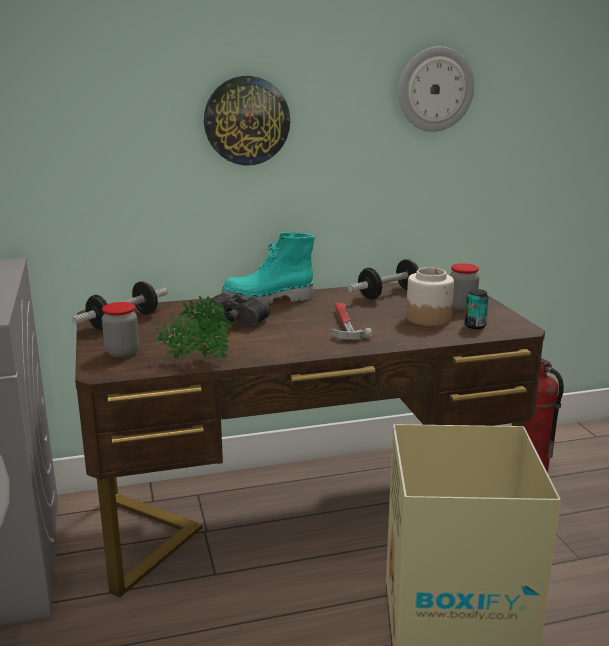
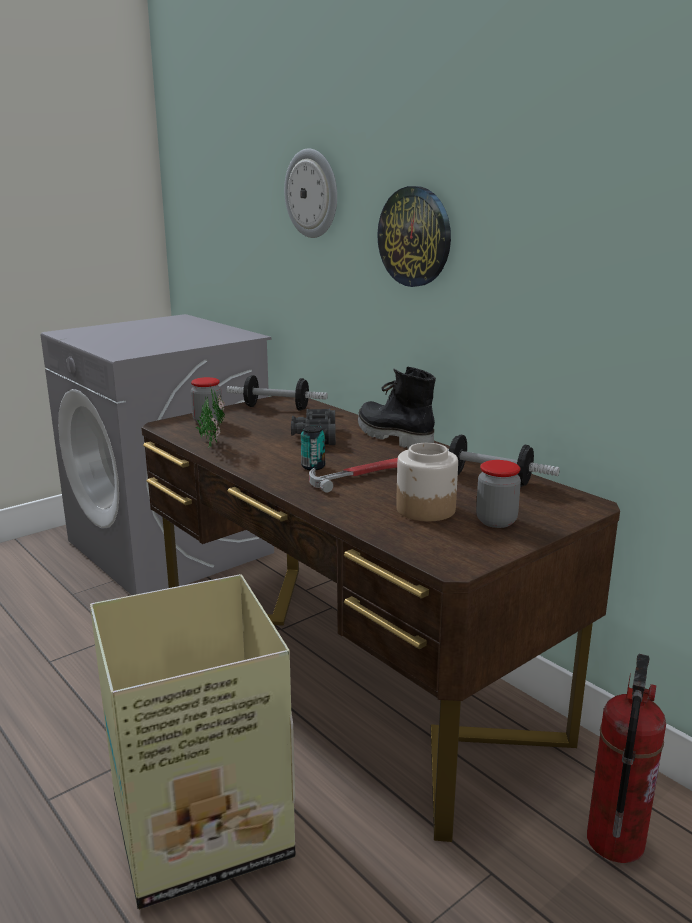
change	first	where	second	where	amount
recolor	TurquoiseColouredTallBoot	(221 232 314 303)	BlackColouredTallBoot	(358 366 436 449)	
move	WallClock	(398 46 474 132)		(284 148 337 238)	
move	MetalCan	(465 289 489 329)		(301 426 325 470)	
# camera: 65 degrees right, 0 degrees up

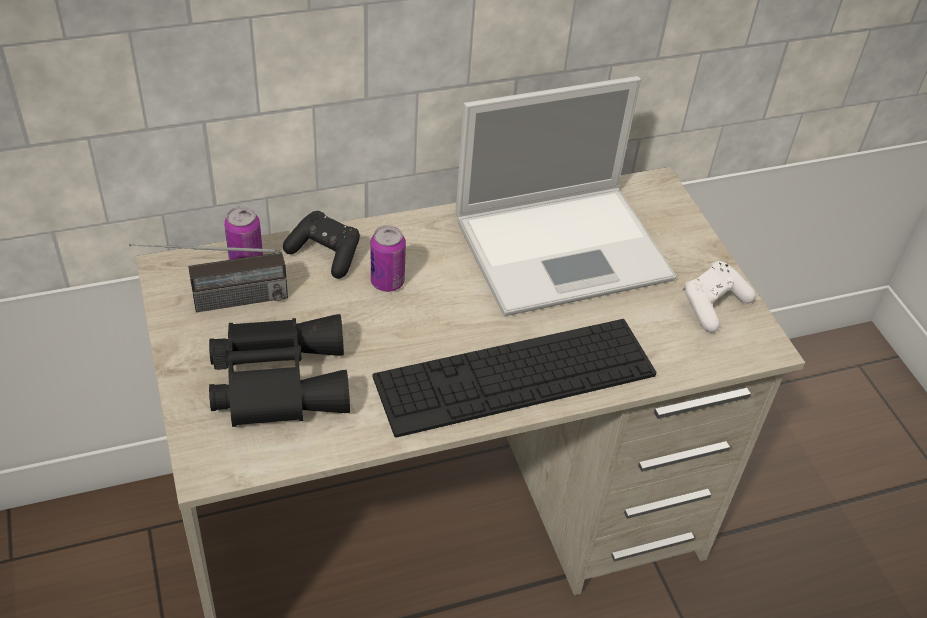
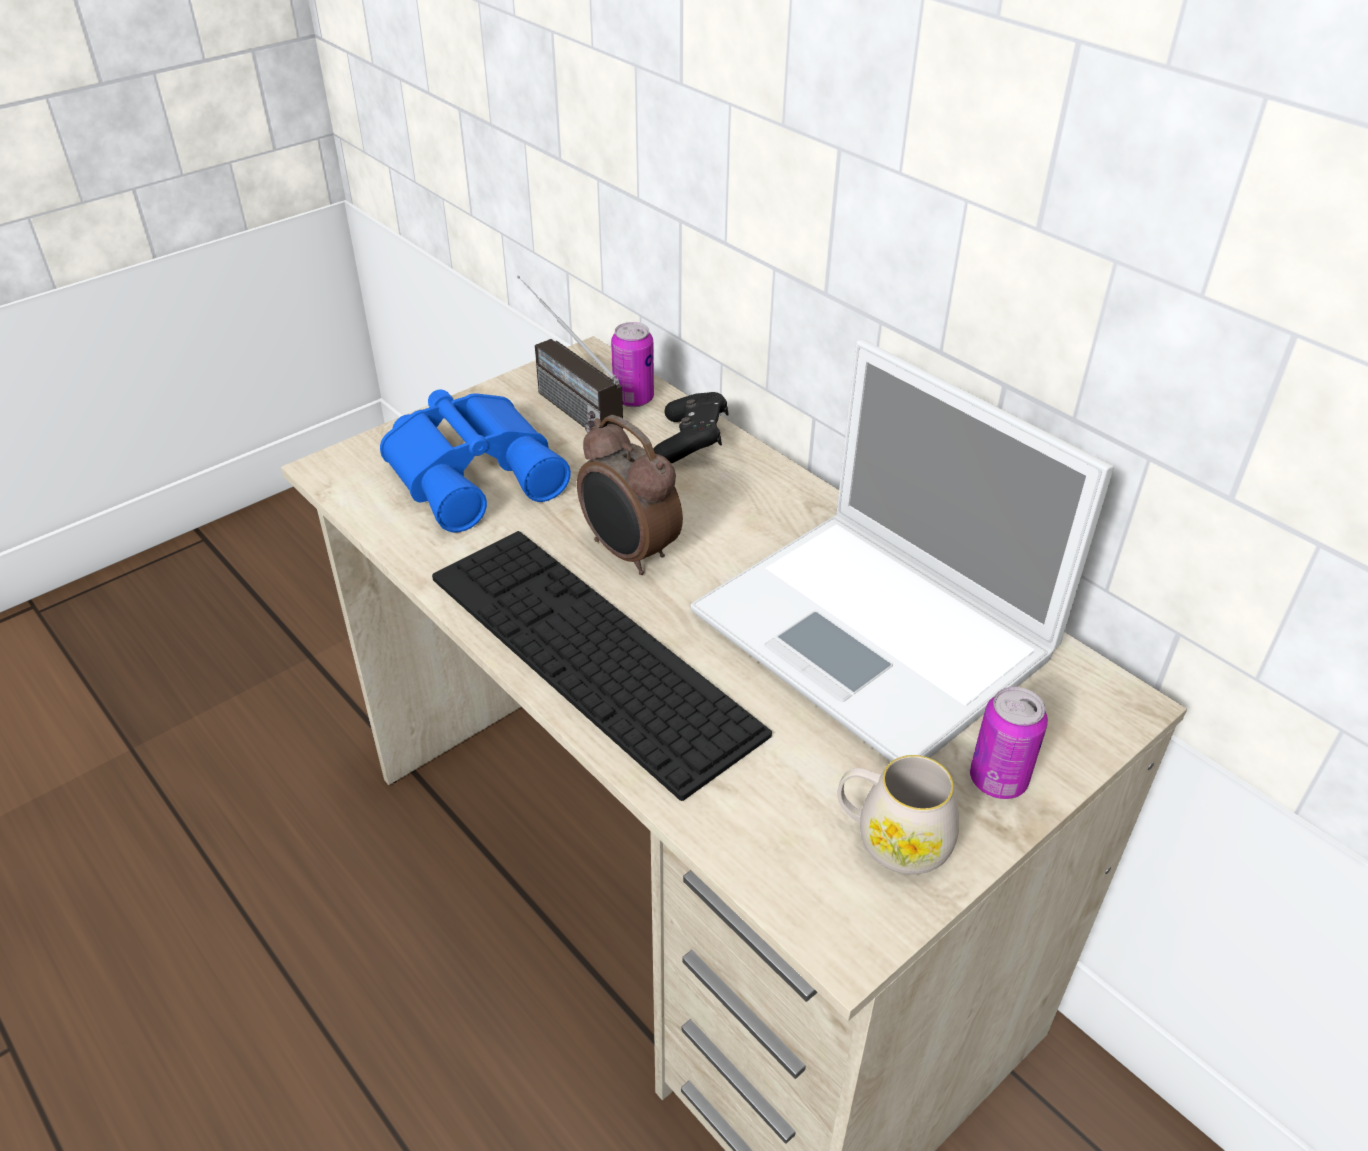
change	first	where	second	where	amount
recolor	BlackColouredBinoculars	(209 314 350 427)	BlueBinoculars	(380 389 571 532)	
move	MetalCan	(371 225 406 292)		(970 687 1048 799)	
replace	WhiteGameController	(682 261 756 332)	WhiteTeaMug	(837 755 959 875)	
insert			BedsideClock	(577 415 683 575)	
# camera: 70 degrees right, 5 degrees down

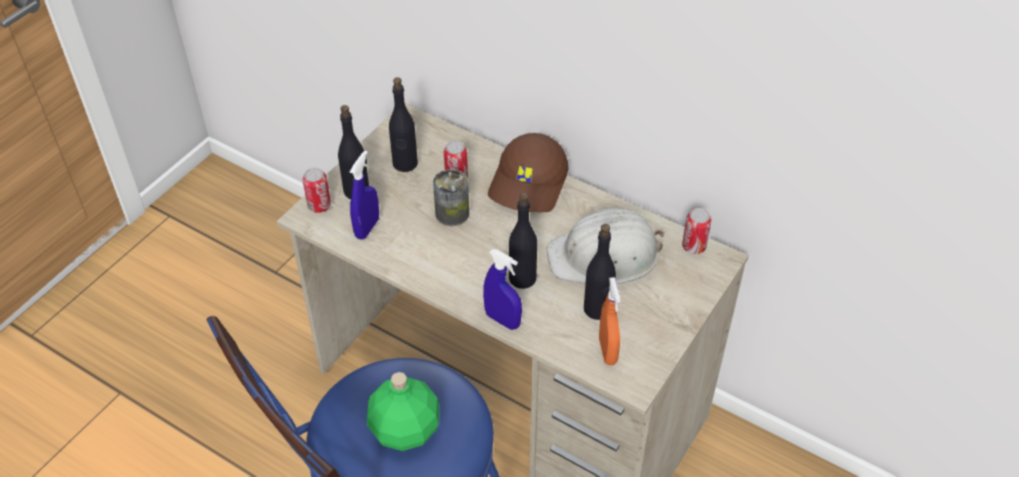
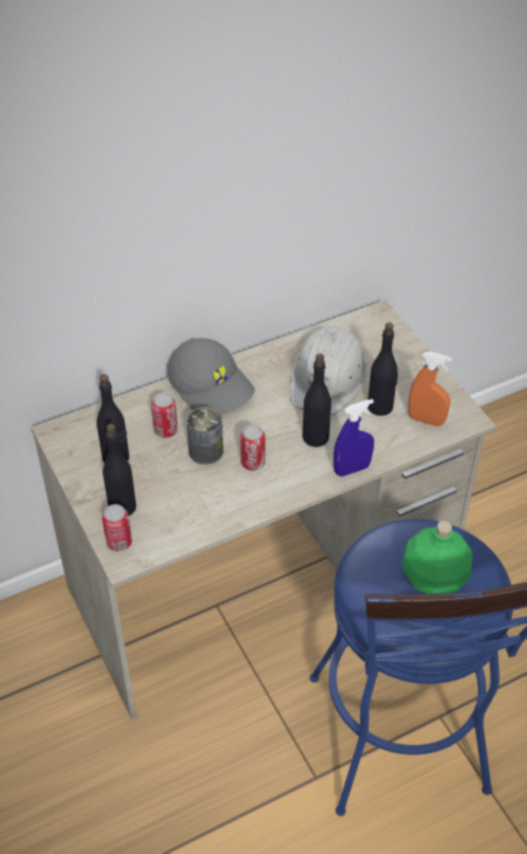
change	first	where	second	where	amount
delete	BlueSprayBottle	(350 150 379 239)			
recolor	BrownishBaseballCap	(488 133 568 212)	GreyBaseballCap	(168 338 255 415)	
move	MetalCan	(682 208 712 254)		(240 425 265 471)	
# camera: 60 degrees left, 0 degrees up

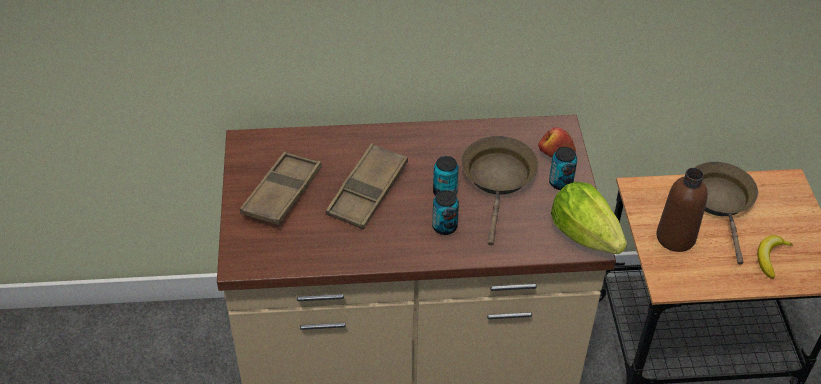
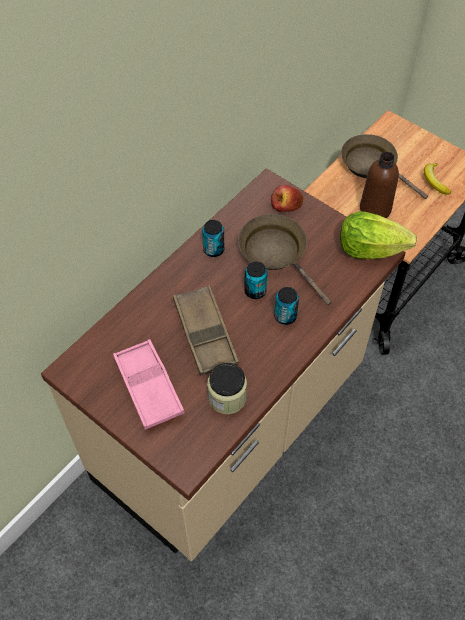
change	first	where	second	where	amount
recolor	BrownishTray	(240 152 322 225)	PinkTray	(113 339 185 430)	
move	MetalCan	(549 147 577 190)		(202 220 224 257)	
insert			Jar	(207 363 247 414)	
# camera: 45 degrees left, 10 degrees up

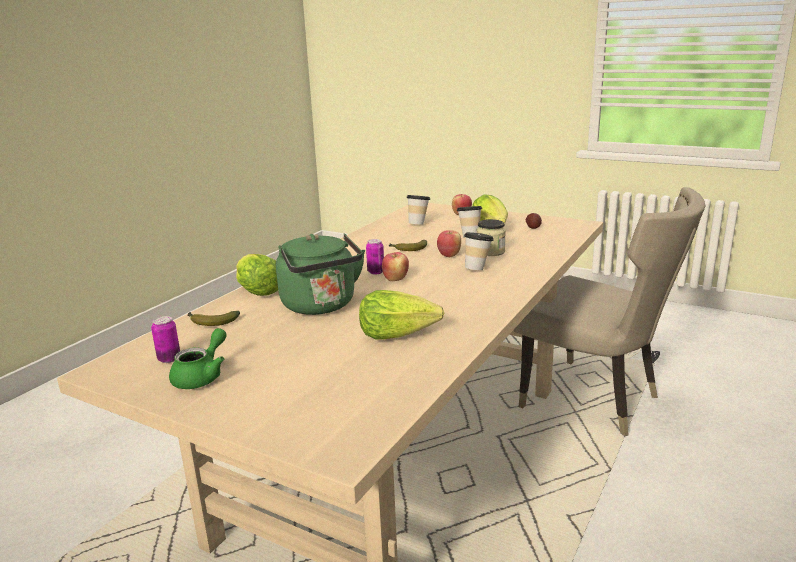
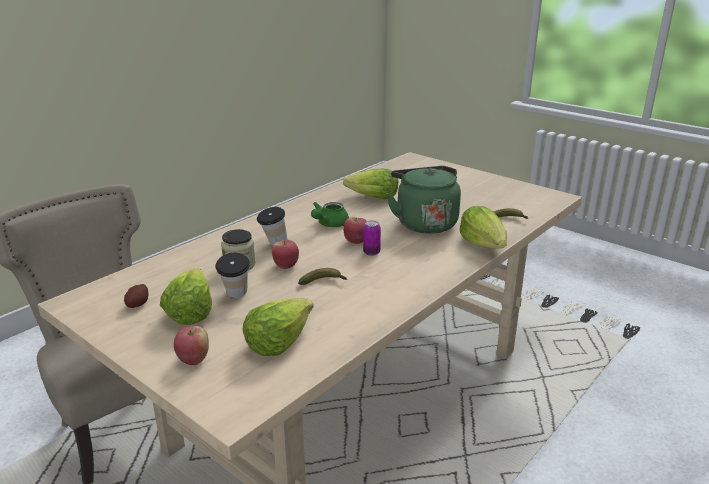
change	first	where	second	where	amount
delete	MetalCan	(151 316 180 363)			
move	GreenPotForTea	(169 328 227 389)		(311 202 349 227)	
replace	DrinkingCup	(407 195 430 225)	HeadOfLettuce	(243 298 313 356)	
# camera: 170 degrees left, 5 degrees up

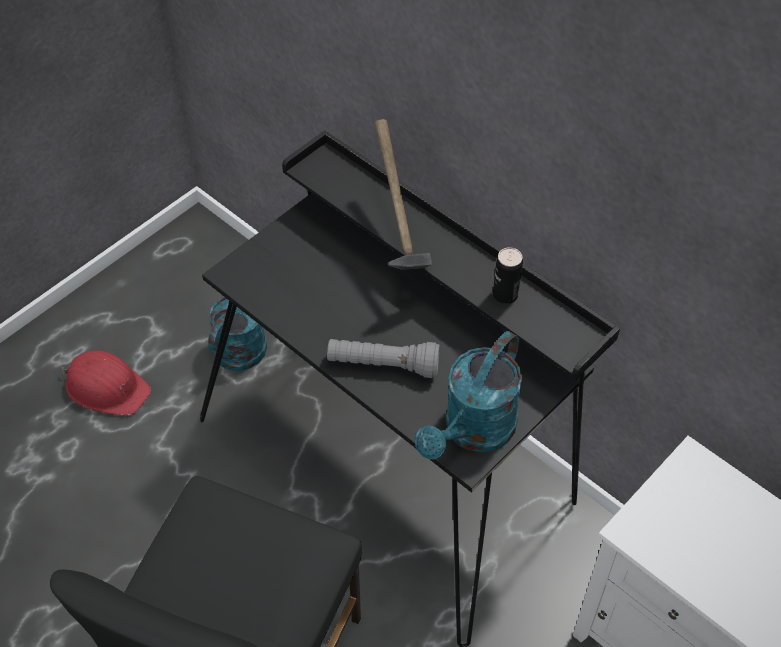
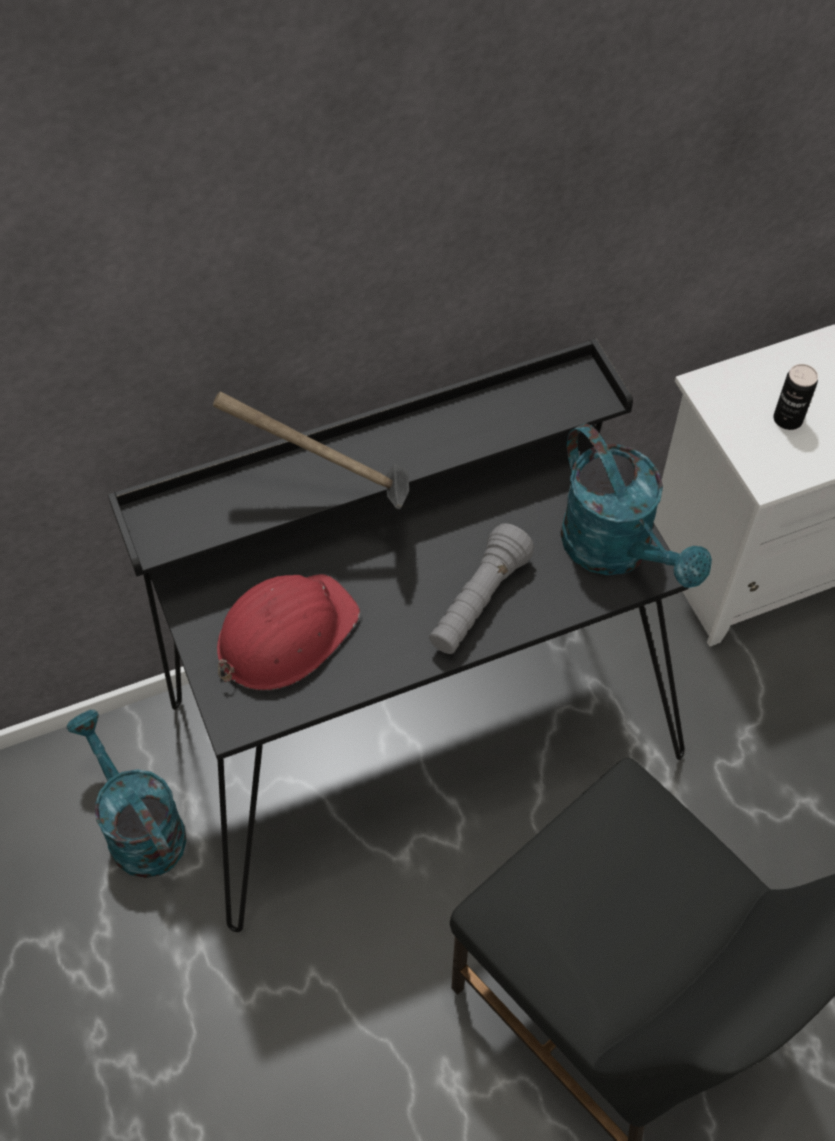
change	first	where	second	where	amount
move	ReddishHardHat	(62 350 151 416)		(217 574 360 690)	
move	MetalCan	(493 247 523 304)		(773 364 818 430)	
# camera: 65 degrees left, 5 degrees up

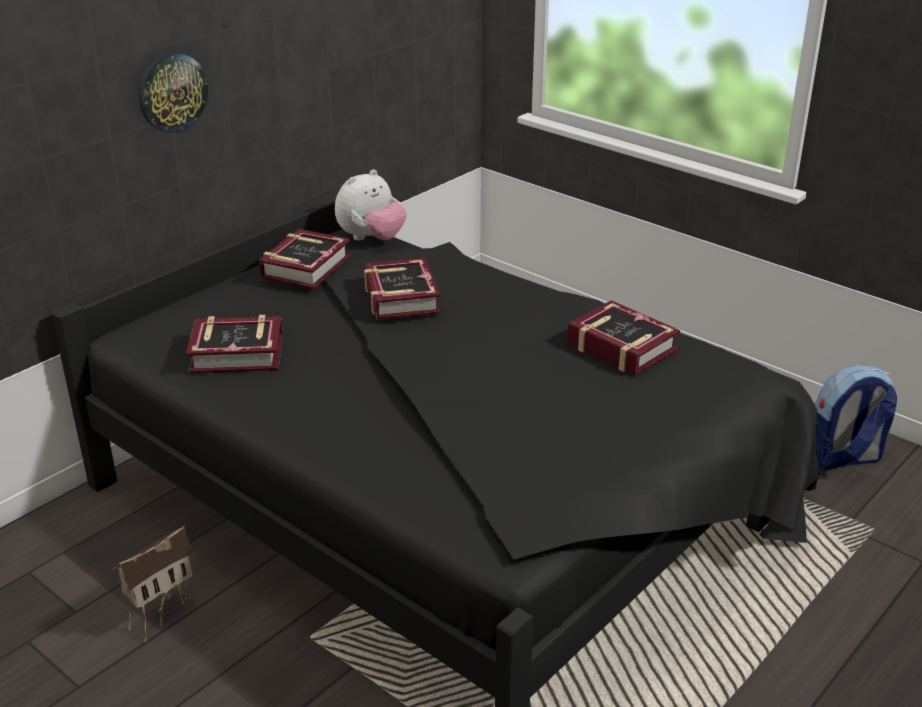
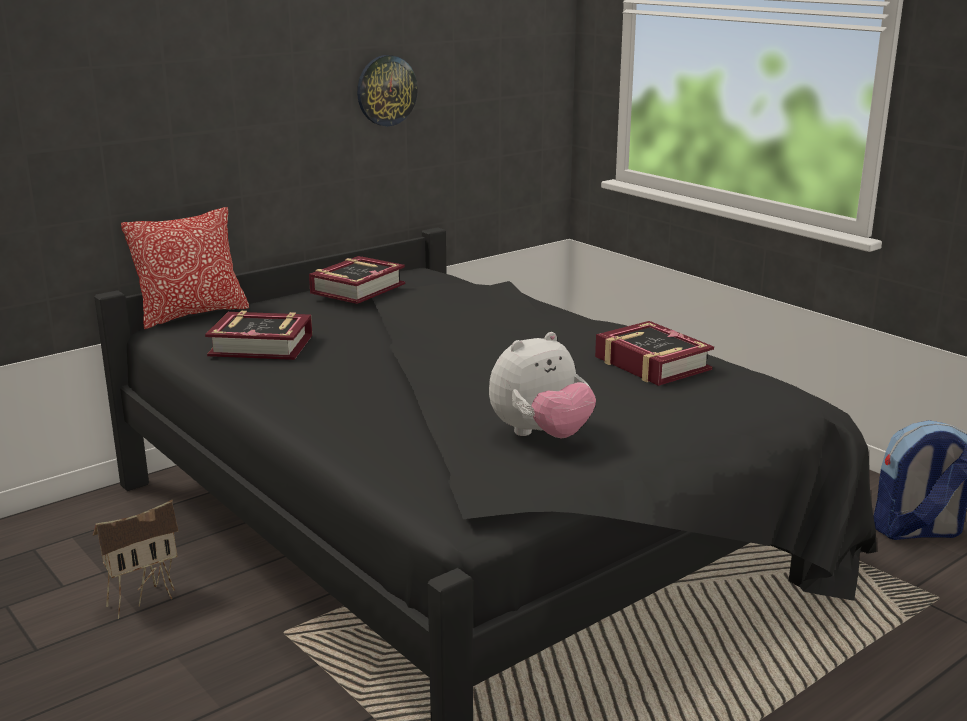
change	first	where	second	where	amount
move	WallClock	(139 53 208 133)		(357 55 418 126)	
move	CuddlyToy	(335 169 407 241)		(489 332 596 438)	
delete	Volume	(364 258 440 320)			
insert			ThrowPillow	(121 207 249 329)	
# camera: 10 degrees right, 10 degrees down

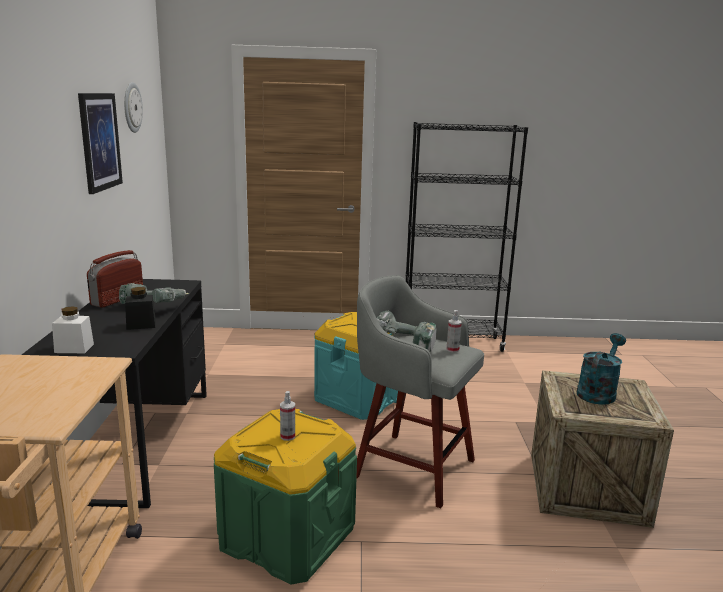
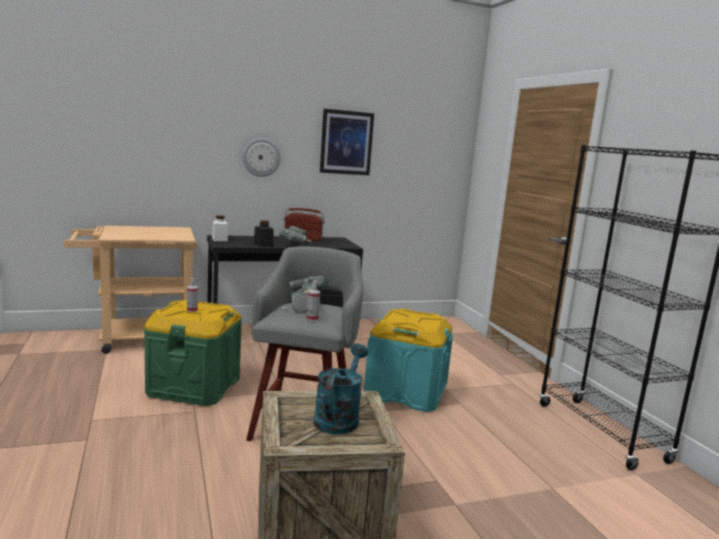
change	first	where	second	where	amount
move	WallClock	(124 82 143 133)		(243 138 281 177)	
rotate	TurquoiseColouredWateringCan	(577 333 626 405)		(314 343 368 434)	90 degrees counterclockwise
# camera: 70 degrees right, 5 degrees down

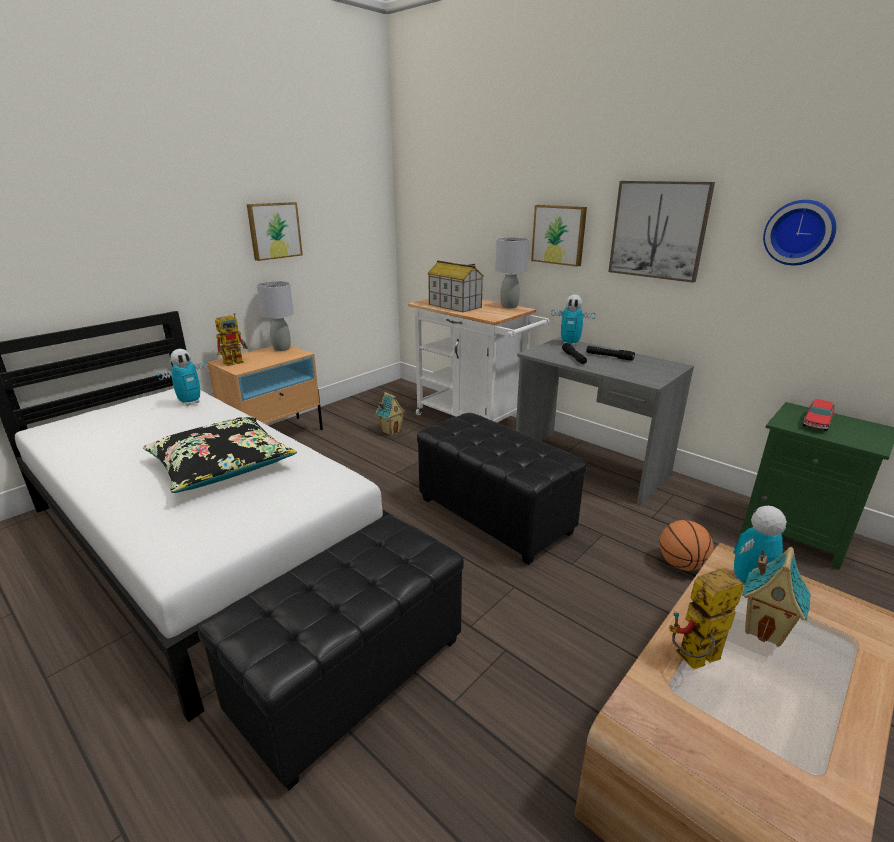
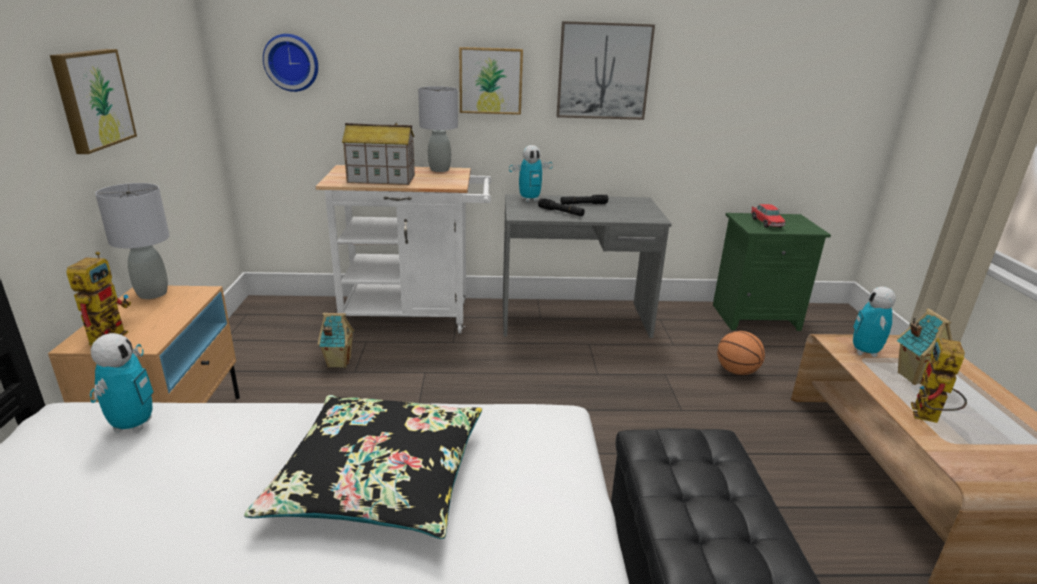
change	first	where	second	where	amount
delete	BlackColouredPouffe	(417 413 587 565)			
move	WallClock	(763 200 836 265)		(263 34 318 92)	
# camera: 45 degrees left, 0 degrees up

